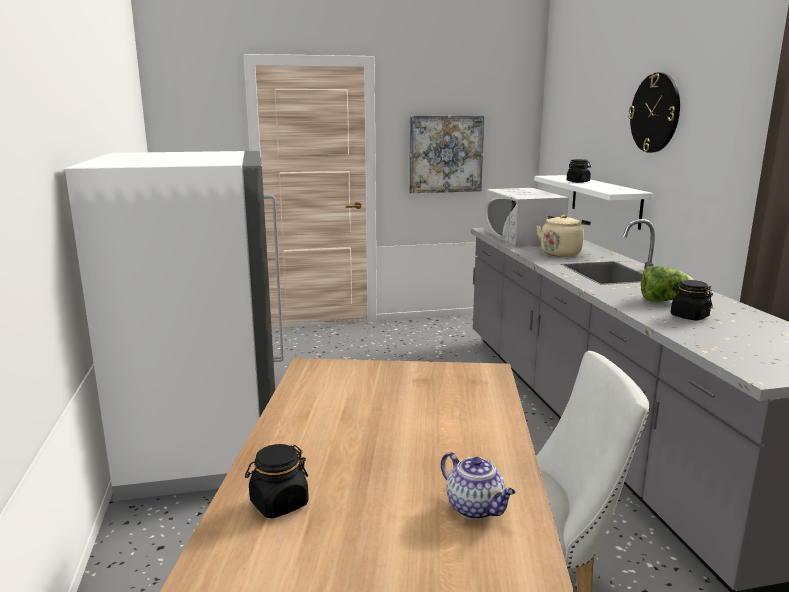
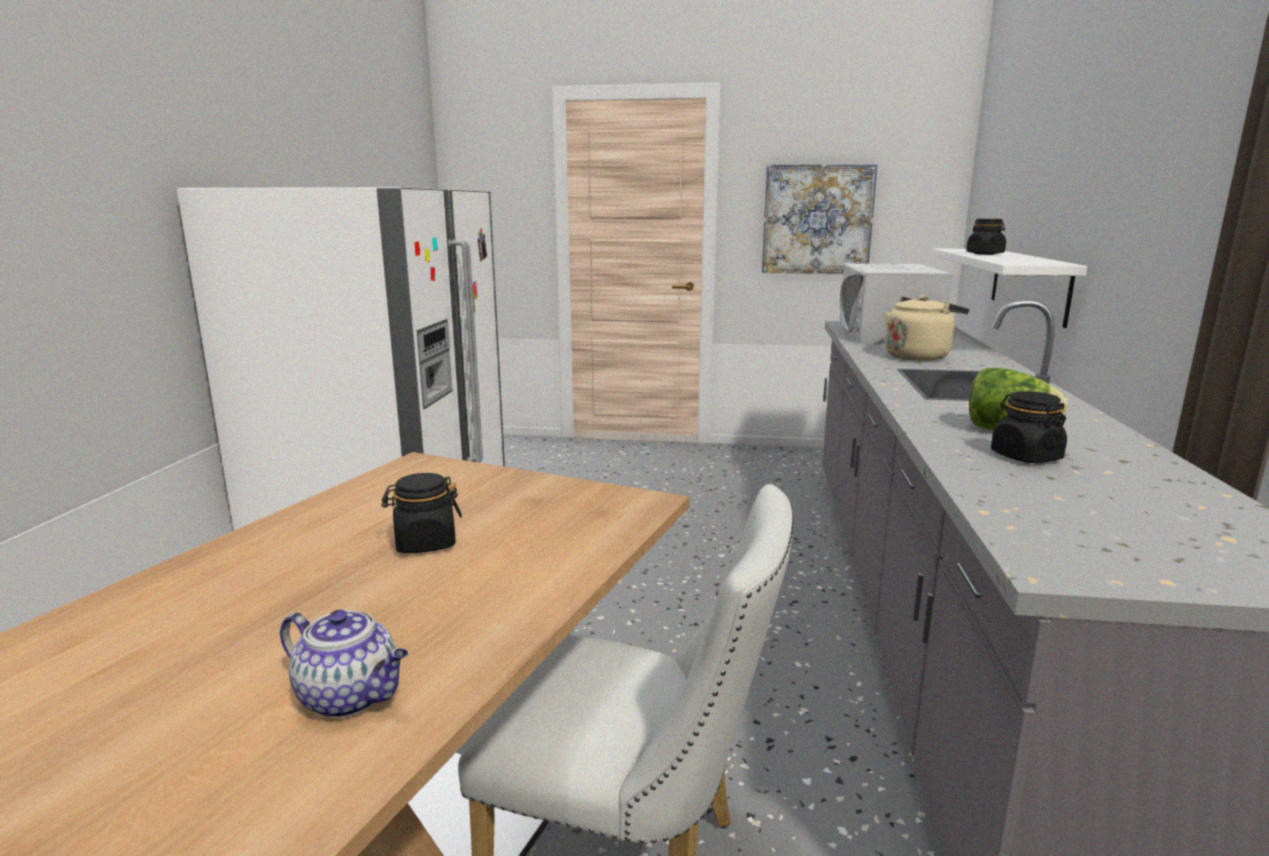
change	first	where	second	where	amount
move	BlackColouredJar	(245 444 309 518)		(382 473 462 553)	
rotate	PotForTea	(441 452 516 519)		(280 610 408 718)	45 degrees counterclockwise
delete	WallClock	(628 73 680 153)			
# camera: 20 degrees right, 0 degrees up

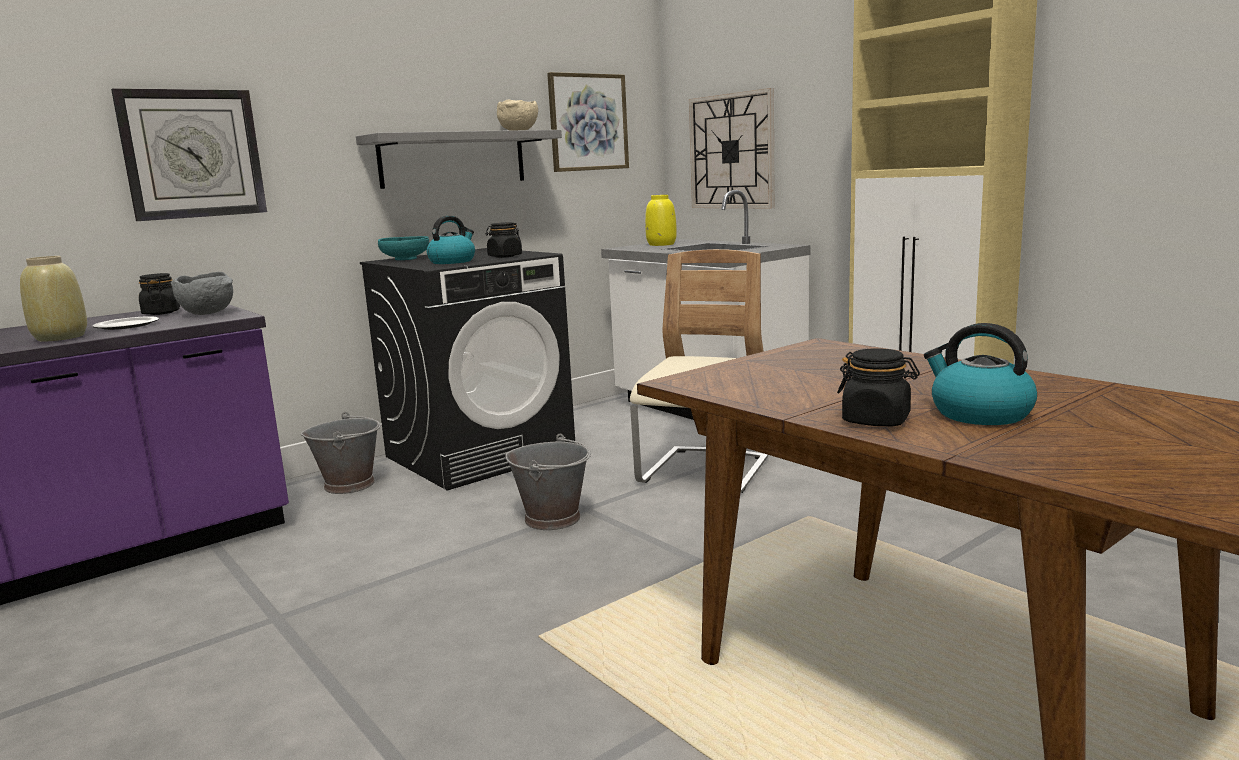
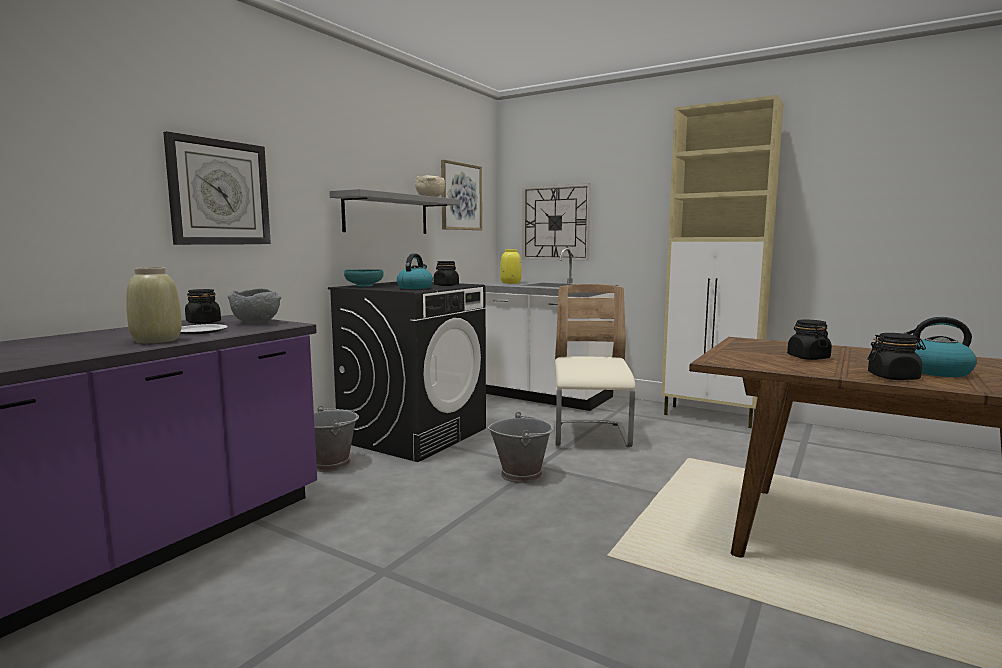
change	first	where	second	where	amount
insert			BlackColouredJar	(787 320 832 360)	
# camera: 20 degrees left, 5 degrees down

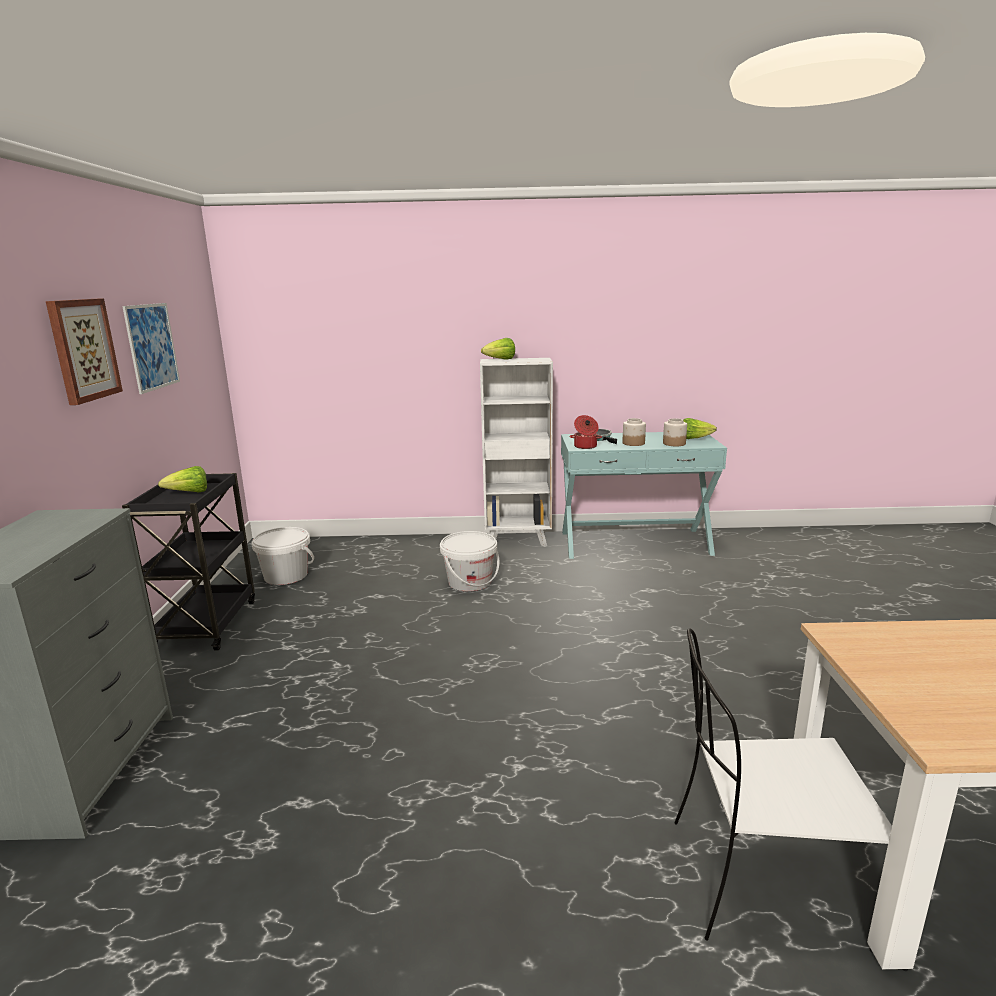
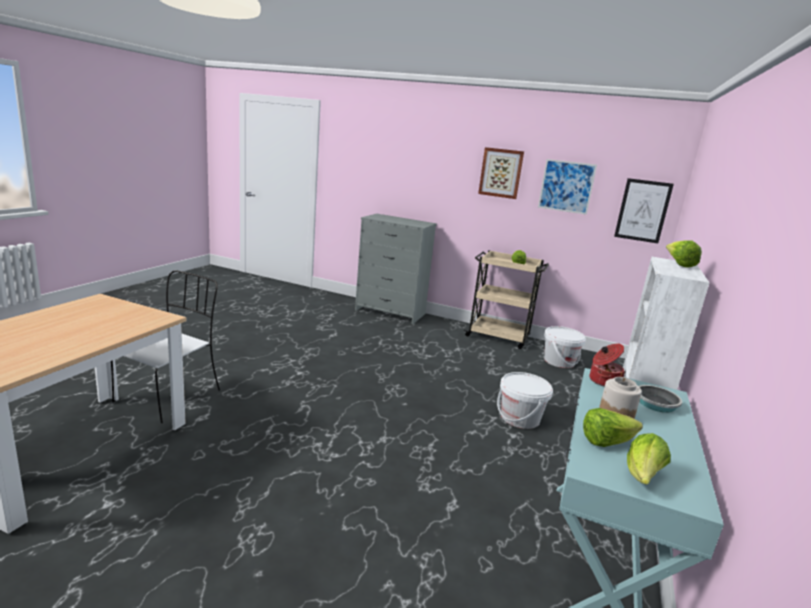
change	first	where	second	where	amount
recolor	BlackColouredCart	(122 473 255 651)	BeigeCart	(464 250 549 349)	
replace	Jar	(663 418 687 446)	HeadOfLettuce	(583 408 643 447)	
insert			WallArt	(614 178 674 243)	
# camera: 110 degrees right, 0 degrees up

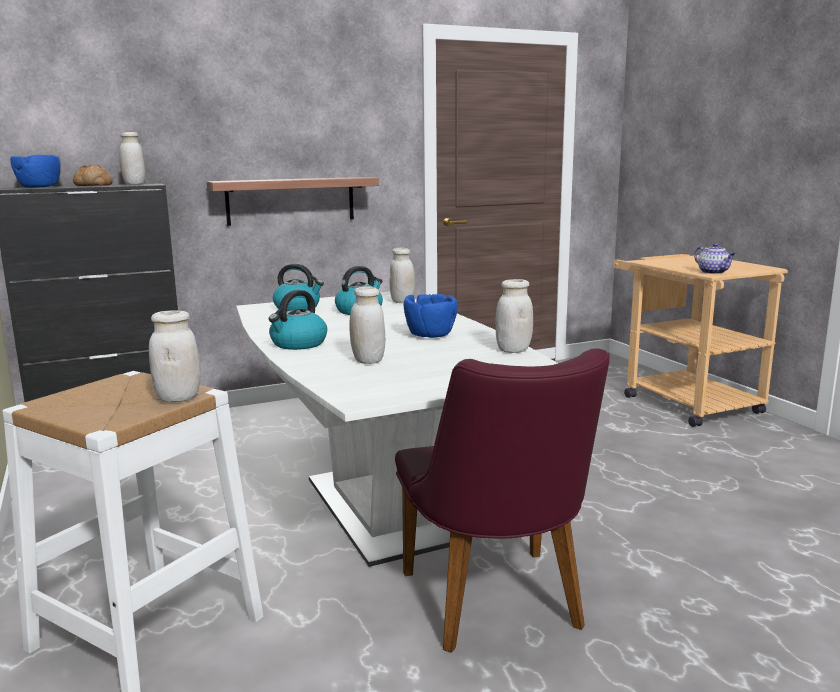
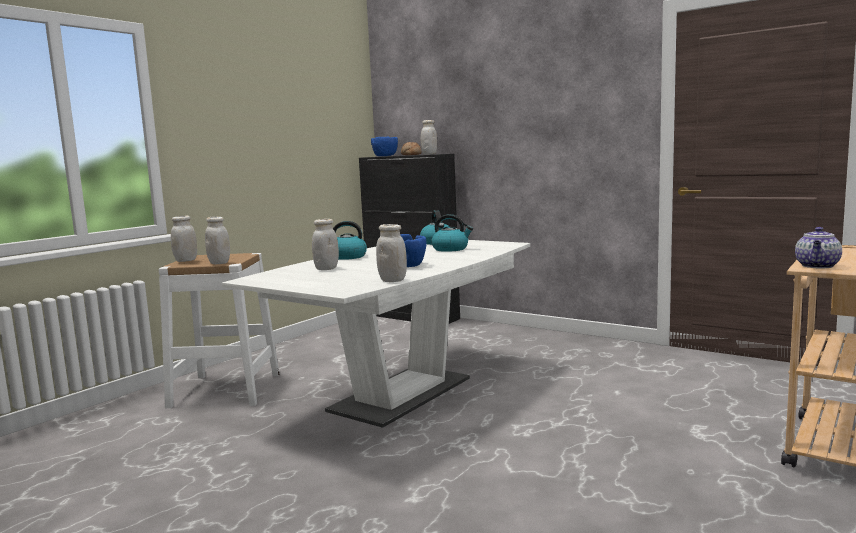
change	first	where	second	where	amount
delete	Shelf	(207 177 379 226)			
move	WhiteJar	(389 247 415 303)		(171 216 197 262)	
delete	PurpleUprightChair	(395 348 610 653)			
# camera: 60 degrees right, 5 degrees down

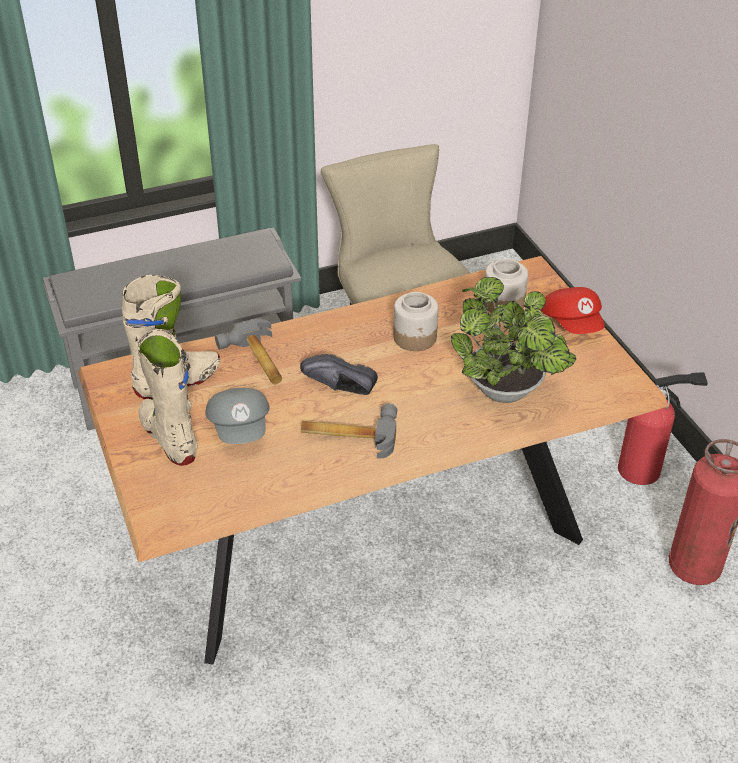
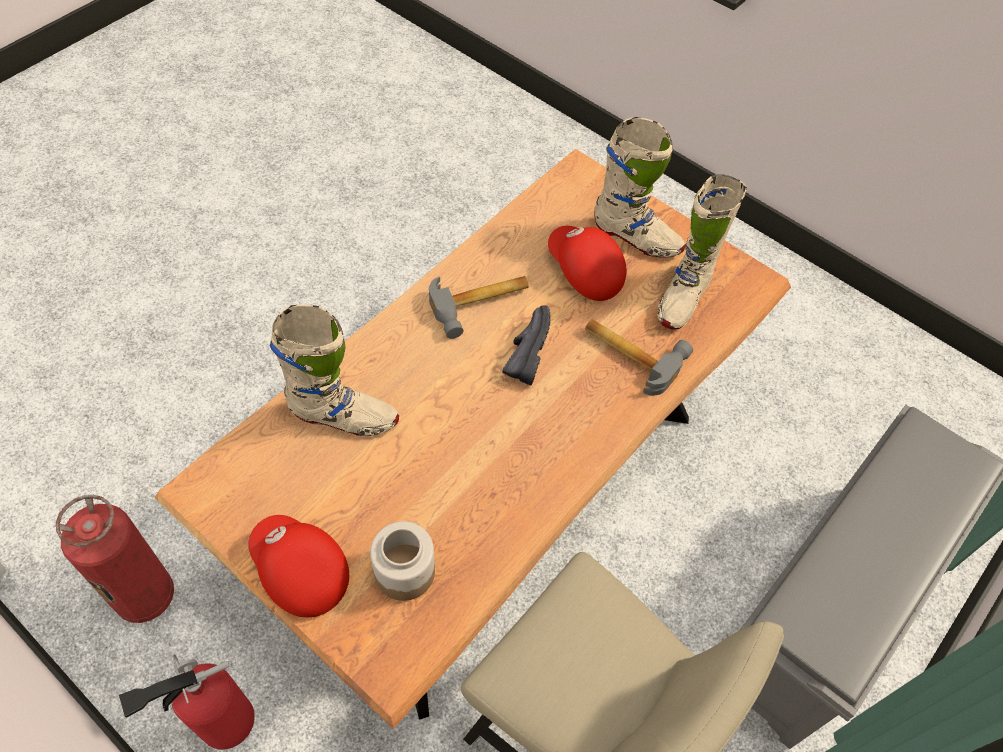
change	first	where	second	where	amount
recolor	GreyBaseballCap	(205 388 270 444)	ReddishBaseballCap	(548 226 627 301)	
rotate	BlackColouredLowShoe	(300 354 378 395)		(502 306 551 385)	60 degrees counterclockwise
delete	Jar	(393 292 438 351)			
replace	PottedPlant	(451 277 576 403)	BeigeTallBoot	(270 305 399 436)	
# camera: 150 degrees right, 15 degrees up

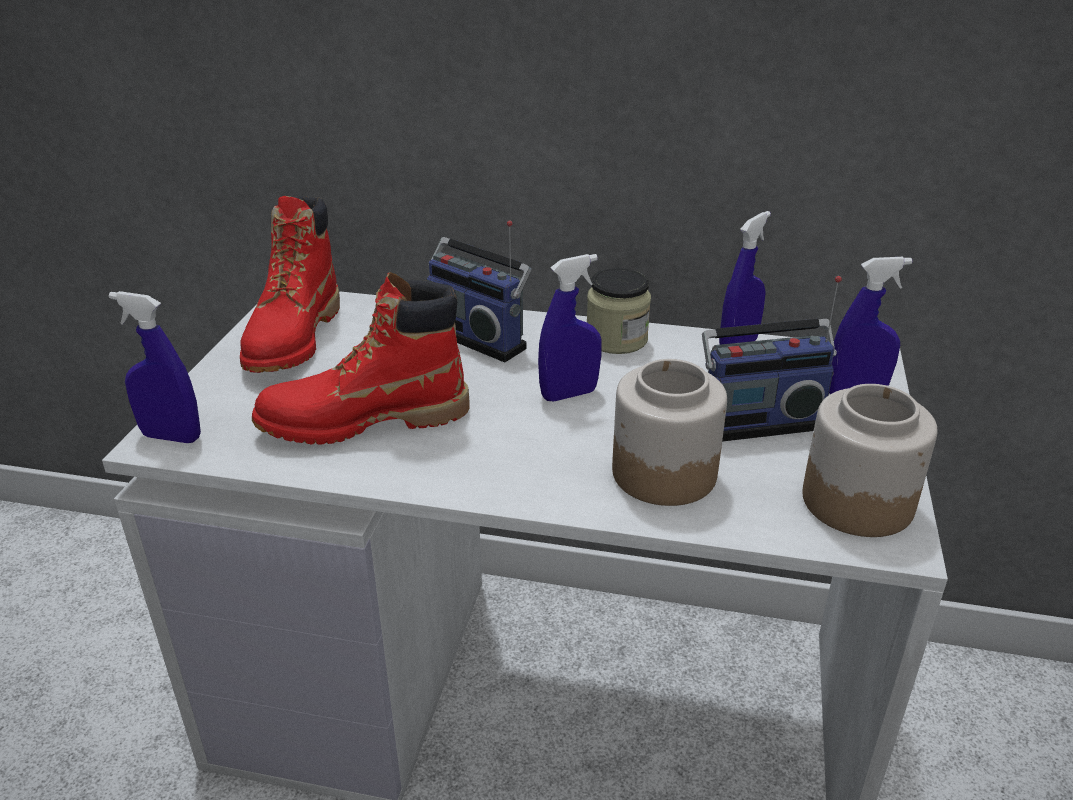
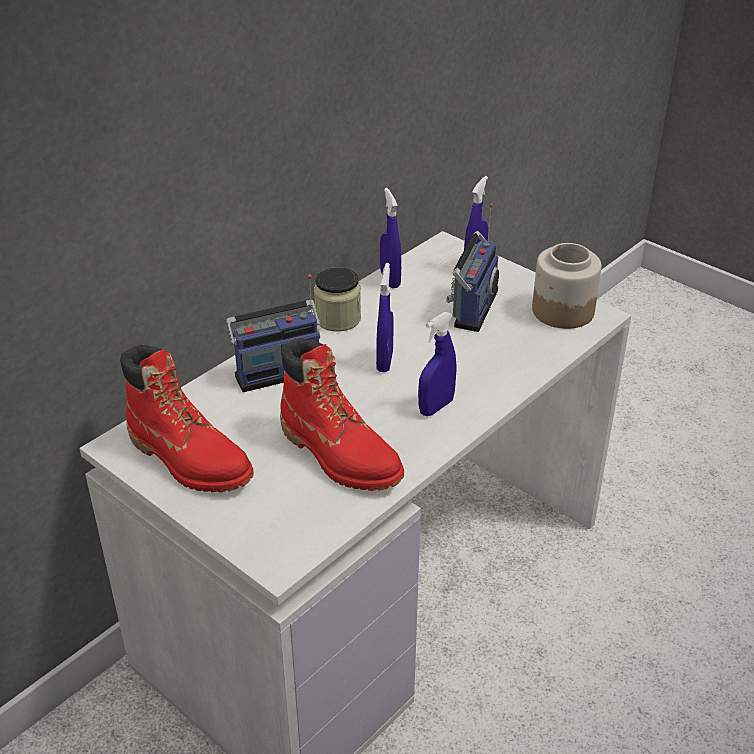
change	first	where	second	where	amount
move	BlueSprayBottle	(109 291 201 443)		(418 312 457 416)	
rotate	ReddishTallBoot	(252 272 470 445)		(280 338 404 491)	60 degrees counterclockwise
delete	Jar	(612 359 727 506)			
# camera: 60 degrees left, 5 degrees up

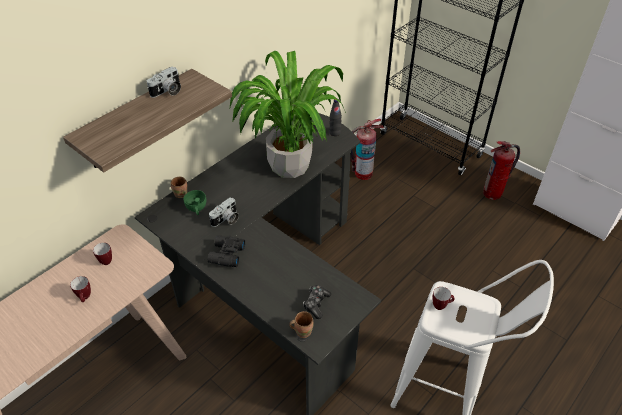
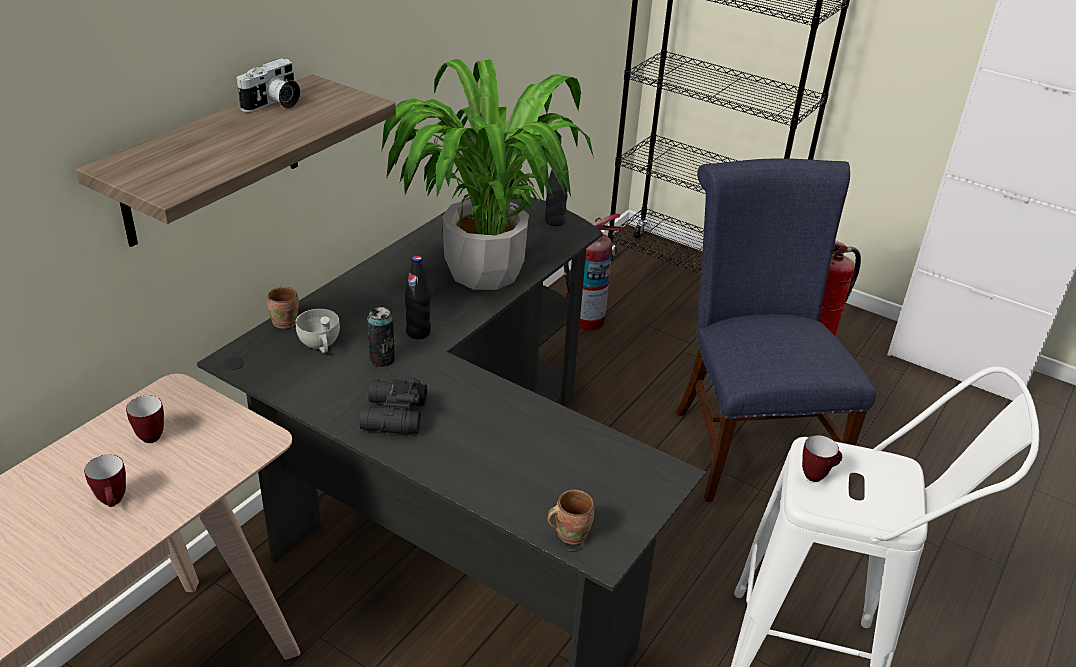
change	first	where	second	where	amount
recolor	GreenDrinkingCup	(183 190 207 215)	WhiteDrinkingCup	(296 309 340 353)	
replace	StillCamera	(209 198 239 227)	MetalCan	(367 307 395 367)	
delete	GameController	(303 285 331 319)			
insert			BlackColouredBottle	(405 256 431 339)	
insert			BlueUprightChair	(676 158 876 502)	
# camera: 10 degrees left, 10 degrees down

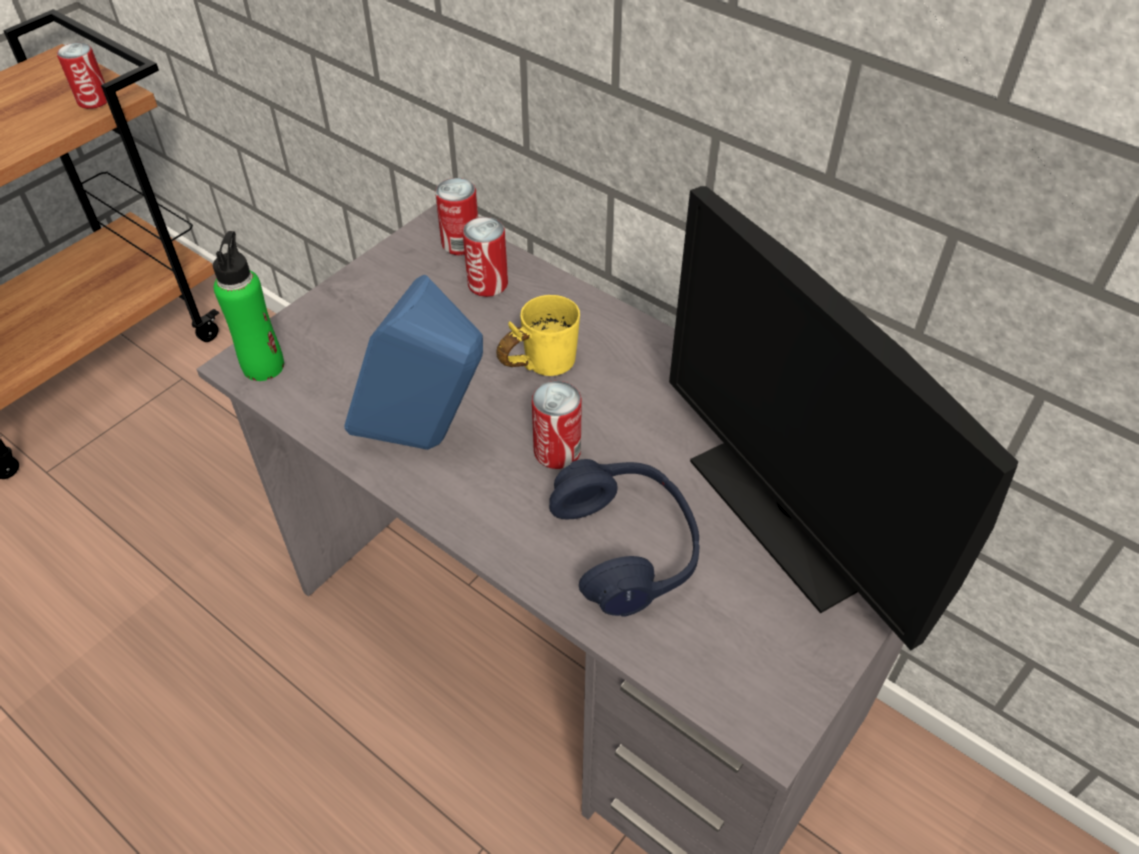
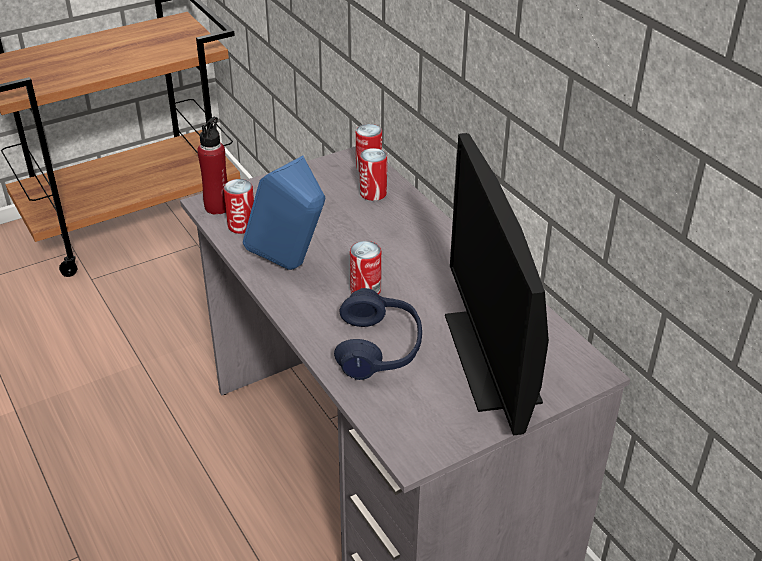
change	first	where	second	where	amount
move	MetalCan	(57 42 108 109)		(223 179 254 234)	
recolor	GreenBottle	(213 231 284 381)	ReddishBottle	(197 117 228 215)	
delete	YellowishTeaMug	(496 295 580 376)			
# camera: 20 degrees right, 10 degrees down

